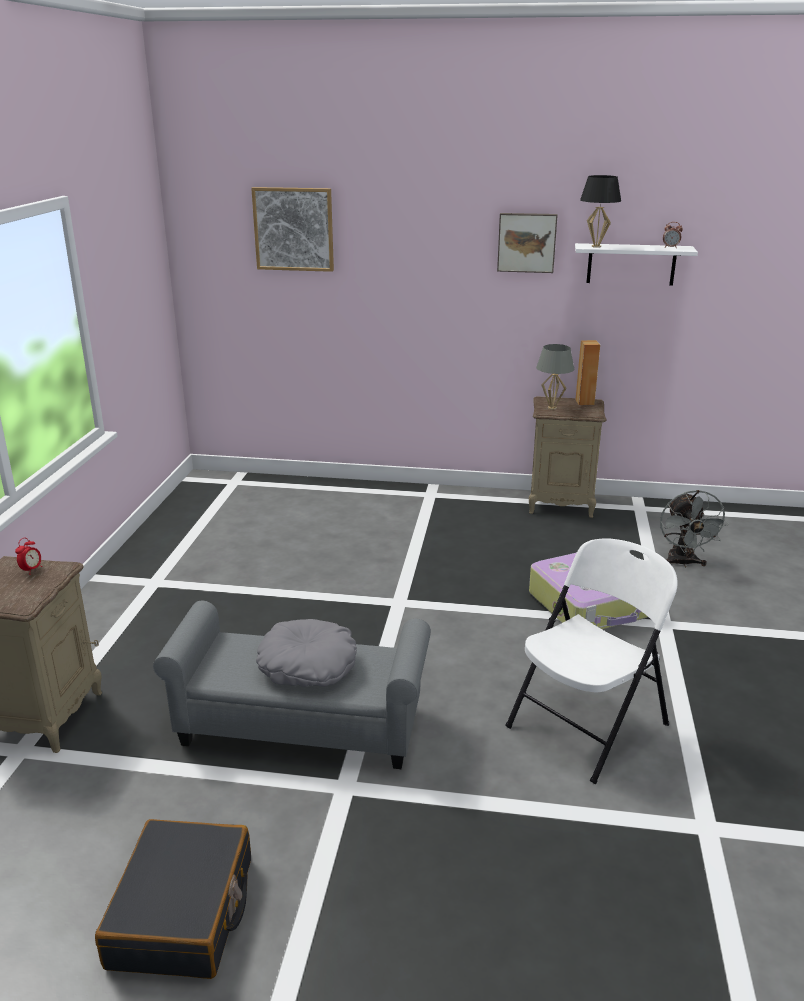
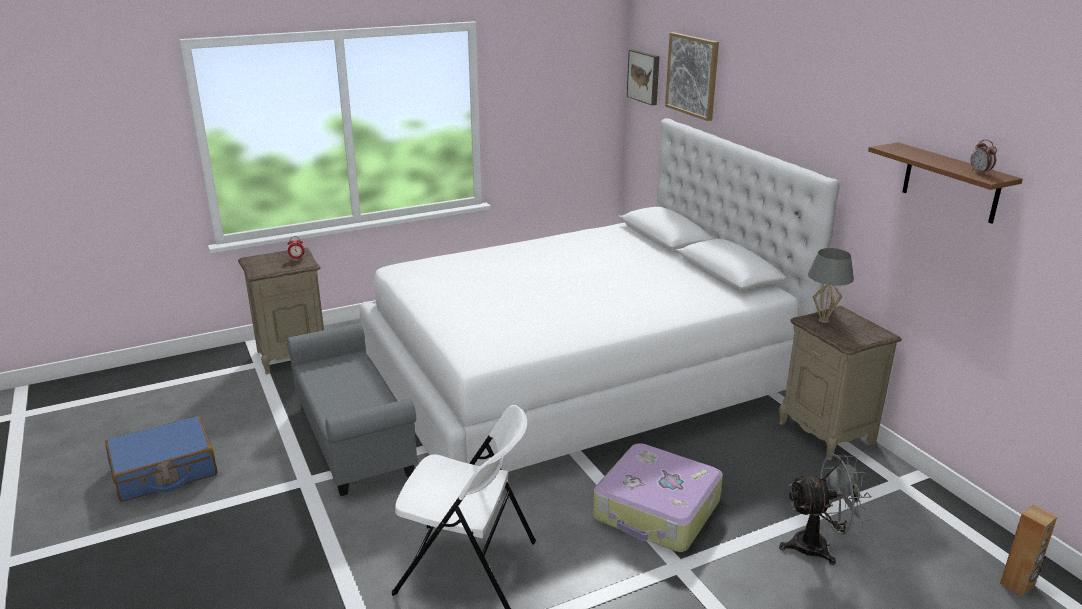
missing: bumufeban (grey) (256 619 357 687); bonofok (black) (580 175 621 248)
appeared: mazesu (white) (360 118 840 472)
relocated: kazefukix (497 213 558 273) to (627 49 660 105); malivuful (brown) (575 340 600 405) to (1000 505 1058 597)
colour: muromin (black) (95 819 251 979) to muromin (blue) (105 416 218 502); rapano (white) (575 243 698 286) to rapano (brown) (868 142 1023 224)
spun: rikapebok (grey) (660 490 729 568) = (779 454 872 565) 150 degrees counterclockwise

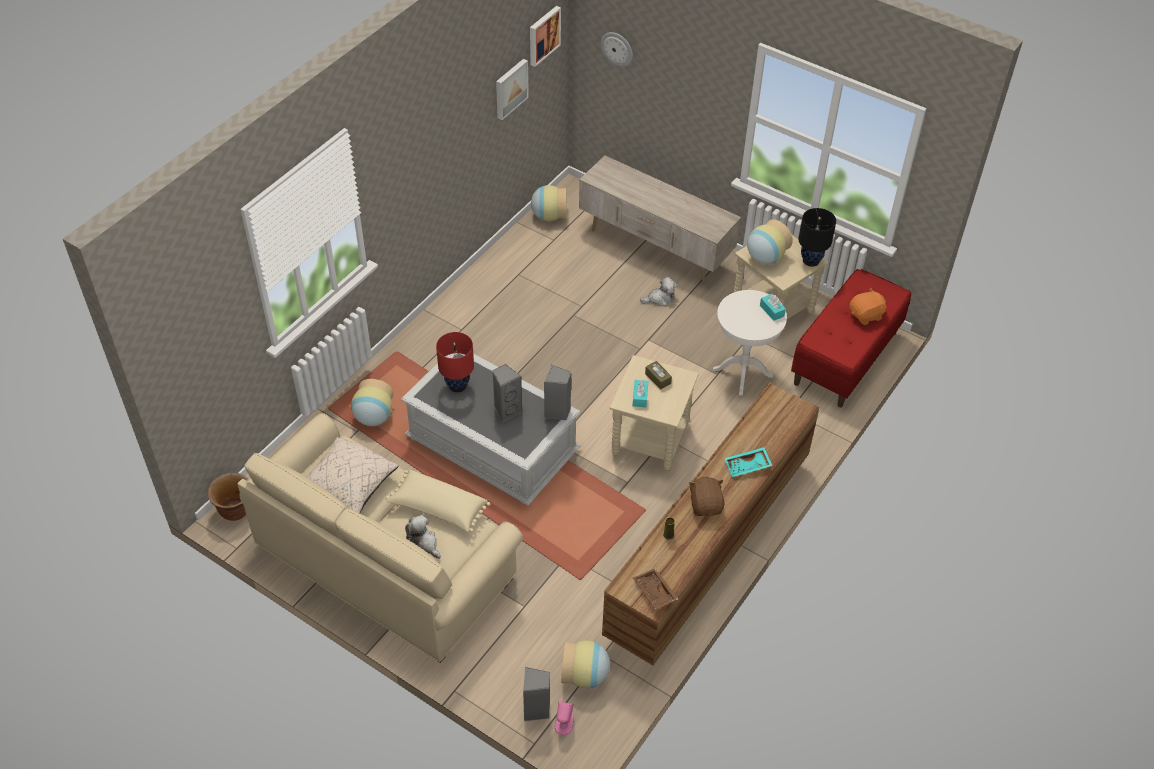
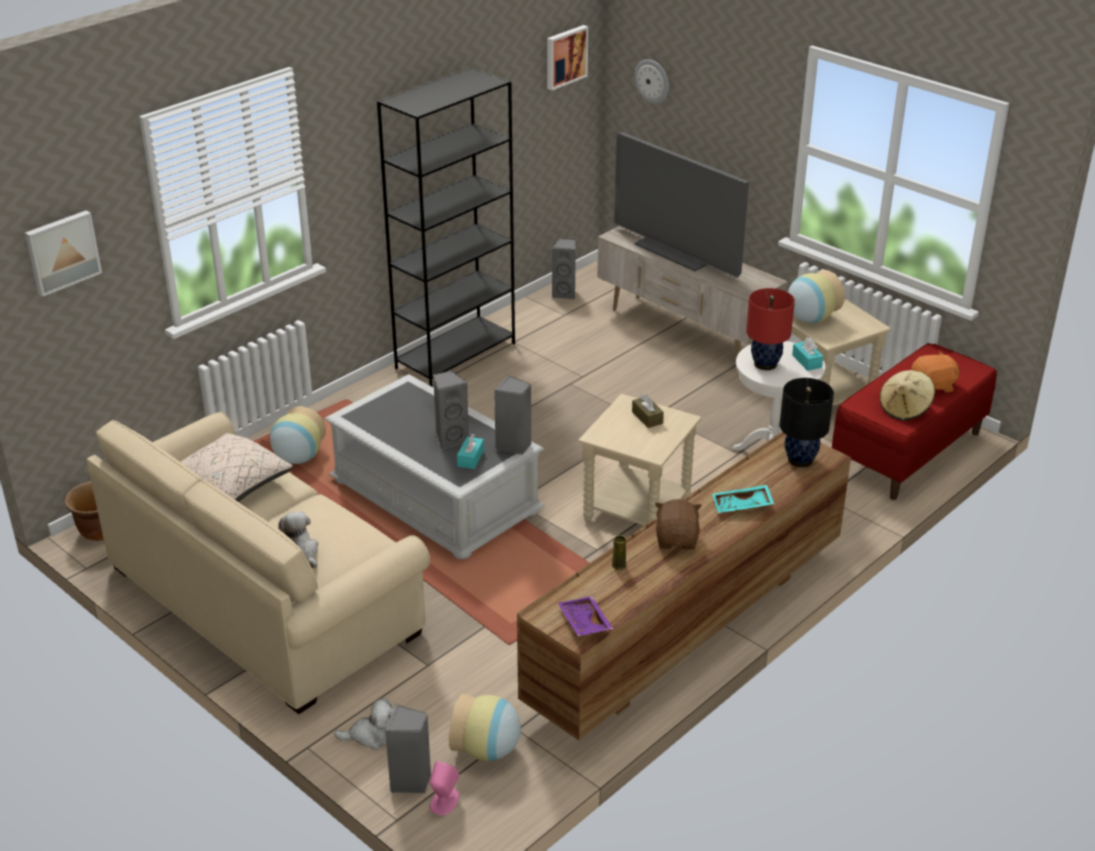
missing: bumufeban (beige) (386 470 491 532)
appeared: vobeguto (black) (377 67 515 387); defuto (614 132 749 278); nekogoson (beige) (880 370 935 421)
relocated: bonofok (red) (436 332 474 392) to (746 288 795 370); kazefukix (496 59 529 120) to (25 210 102 297); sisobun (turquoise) (633 380 648 407) to (457 434 484 469); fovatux (640 277 677 307) to (334 698 394 750); bonofok (black) (798 208 836 267) to (780 378 834 467)
exchanged: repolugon (531 185 567 221) to malivuful (grey) (552 238 576 299)
colour: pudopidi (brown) (633 568 678 609) to pudopidi (purple) (558 596 613 636)

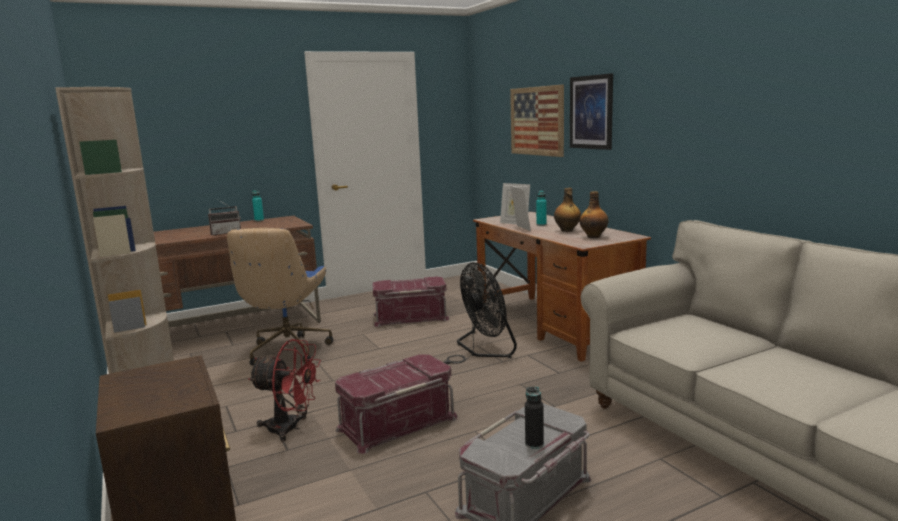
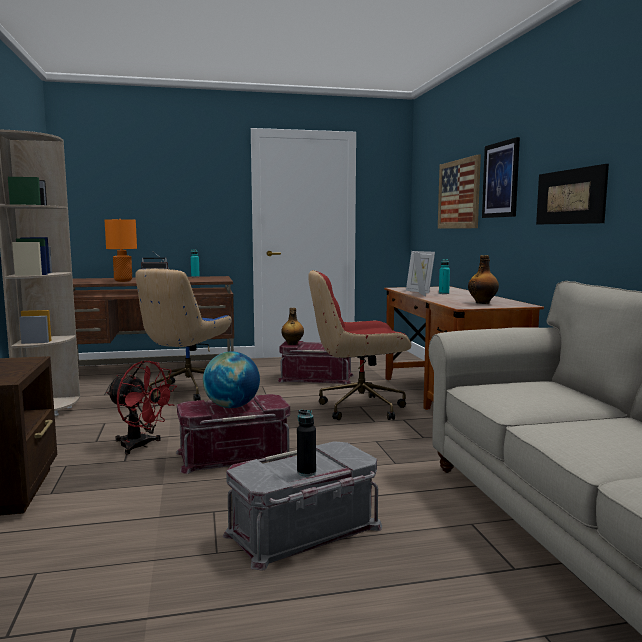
appeared: bonofok (orange) (105 219 137 282); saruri (203 351 260 408); kazefukix (536 164 609 224)
relocated: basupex (554 188 581 232) to (281 308 304 345)
exchanged: rikapebok (black) (444 262 517 364) to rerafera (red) (308 270 411 420)

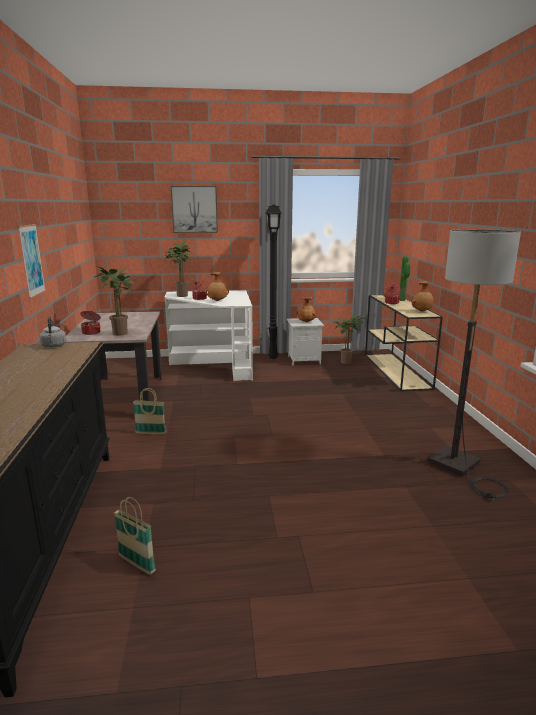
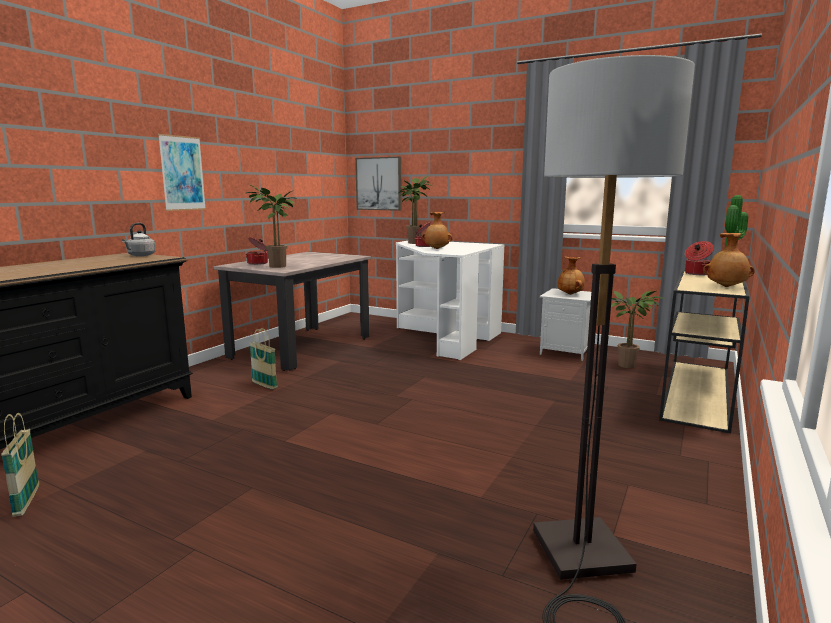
missing: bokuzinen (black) (265 205 282 359)
relocated: kazefukix (171 186 218 233) to (355 157 402 211)

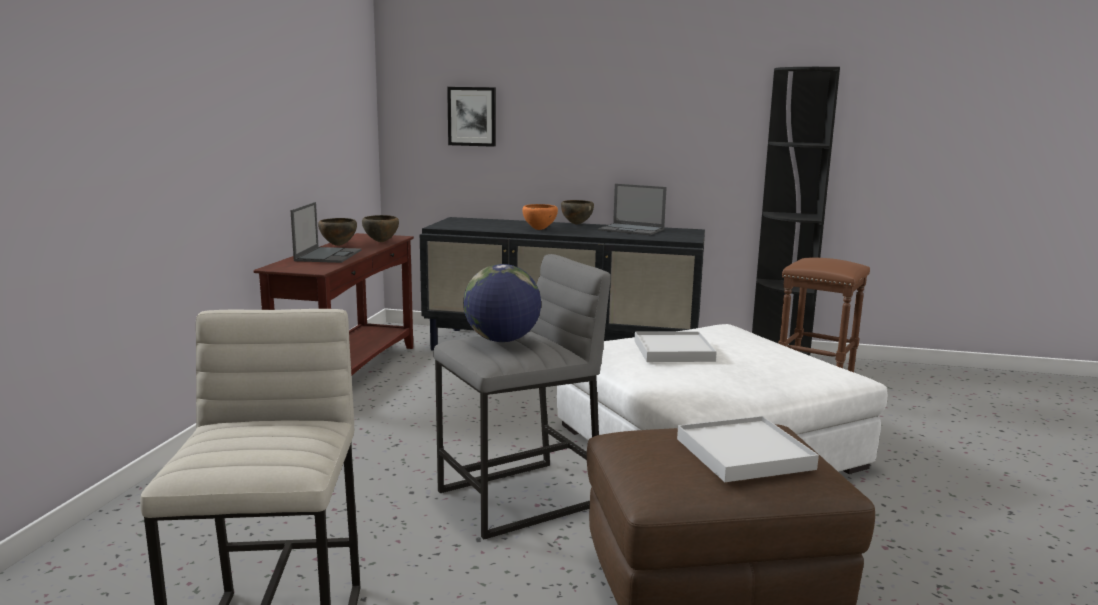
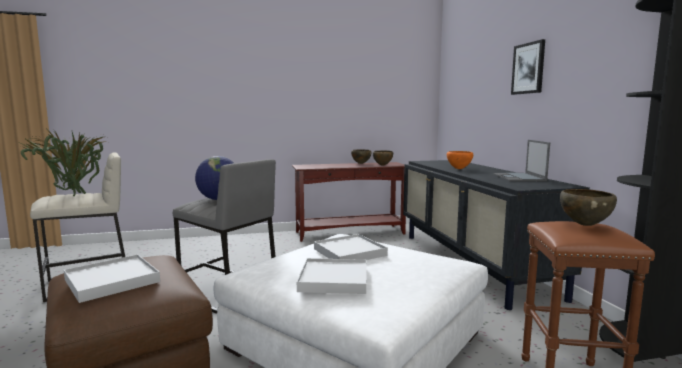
missing: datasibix (290 202 361 263)
appeared: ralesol (21 128 105 196); pudopidi (white) (297 258 367 294)
relocated: kazefukix (447 87 496 147) to (511 39 545 95); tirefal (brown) (561 200 594 224) to (560 189 617 226)

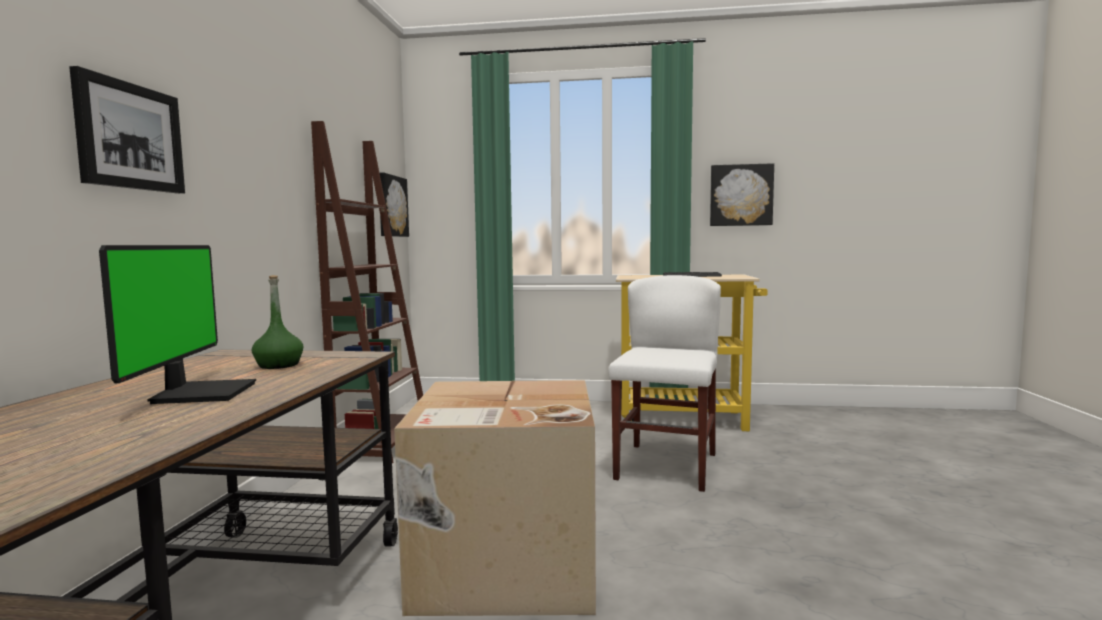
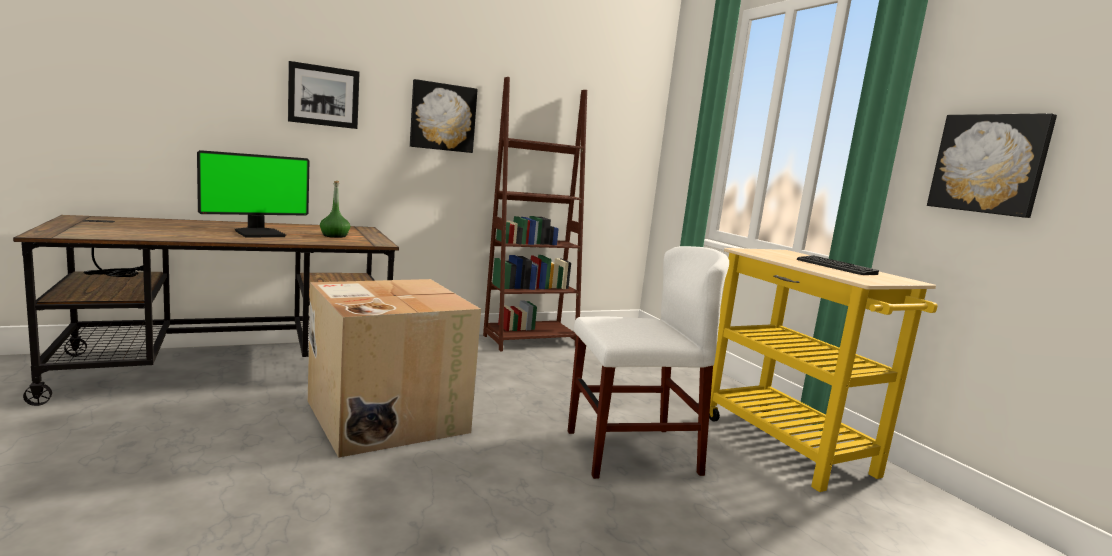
relocated: kazefukix (380 172 409 237) to (410 79 478 153)

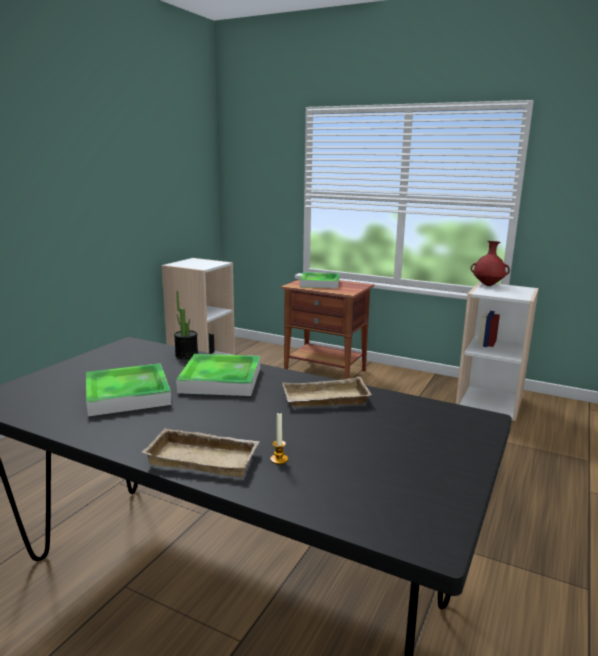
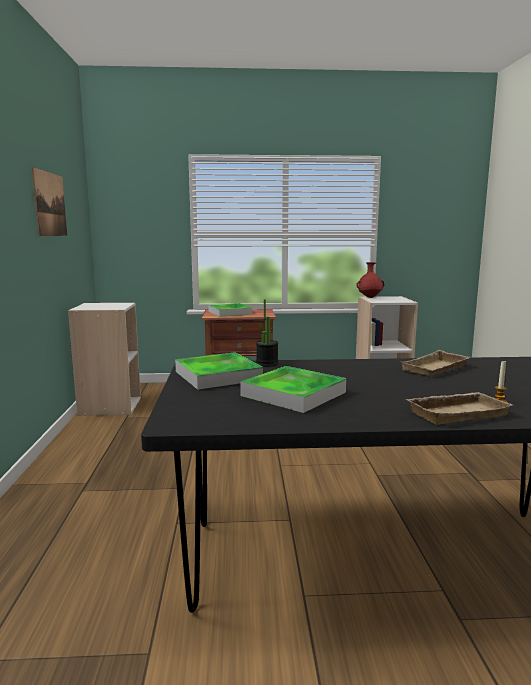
appeared: kazefukix (32 167 67 236)
relocated: pudopidi (176 354 260 396) to (175 352 263 390)

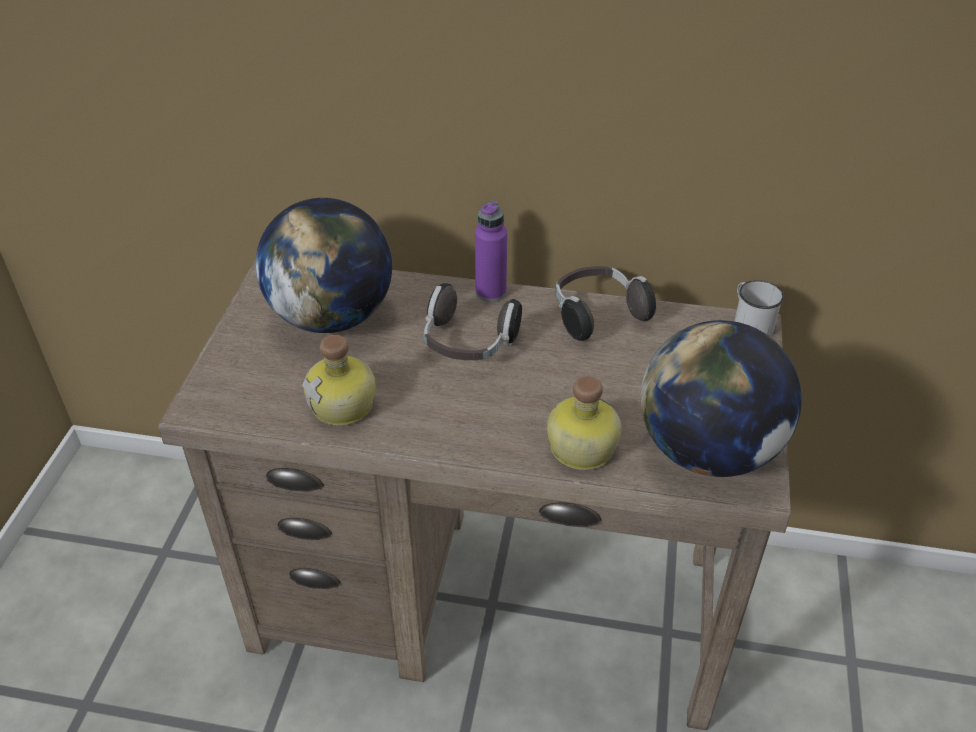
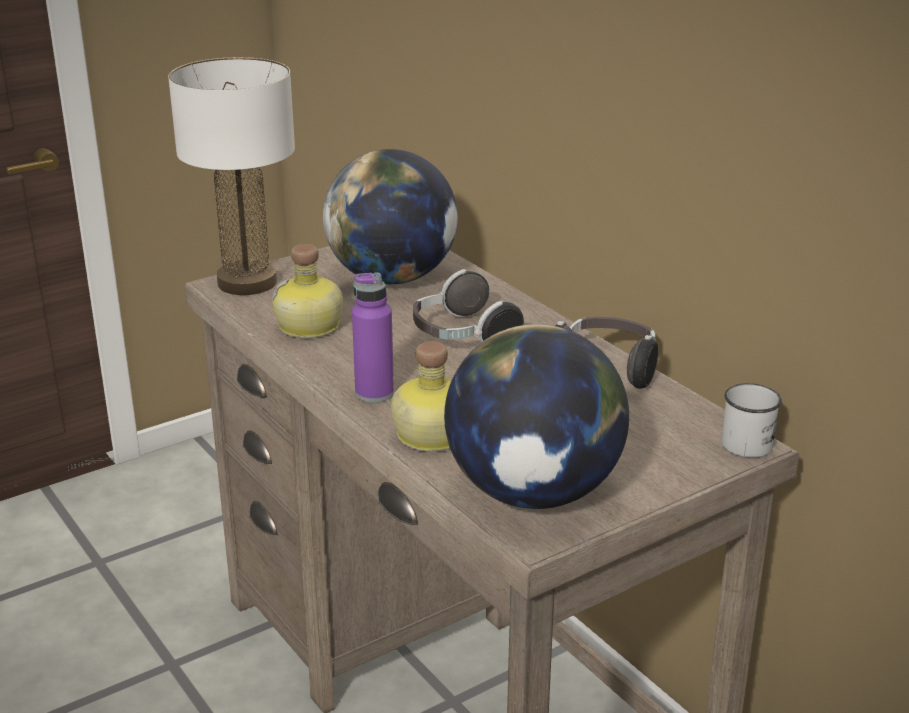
appeared: bonofok (168 57 295 295)
relocated: basupex (purple) (475 201 507 302) to (352 272 394 403)

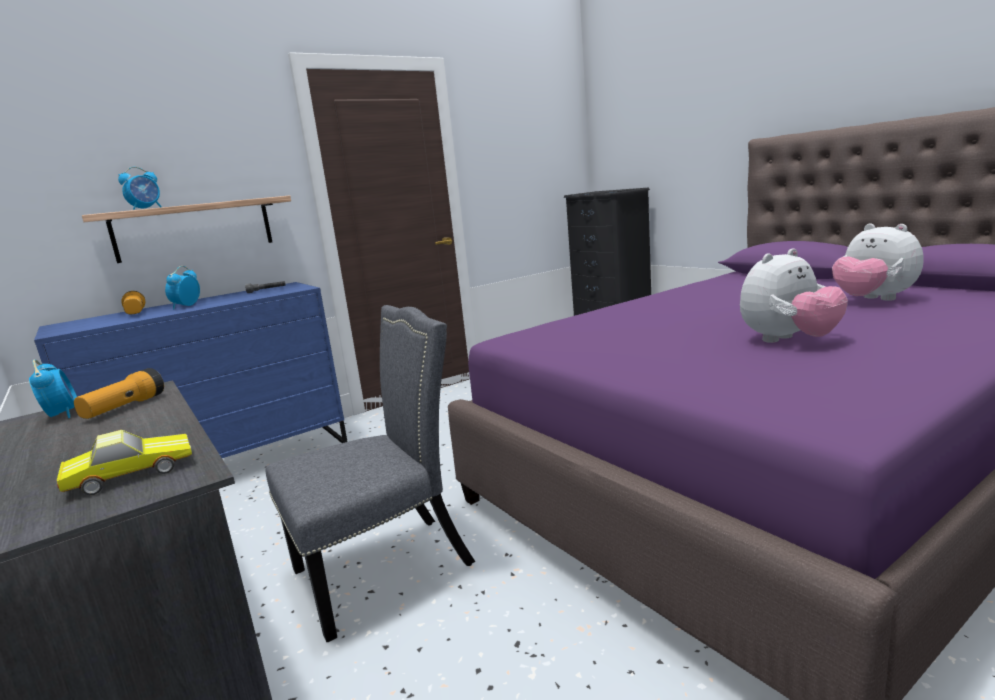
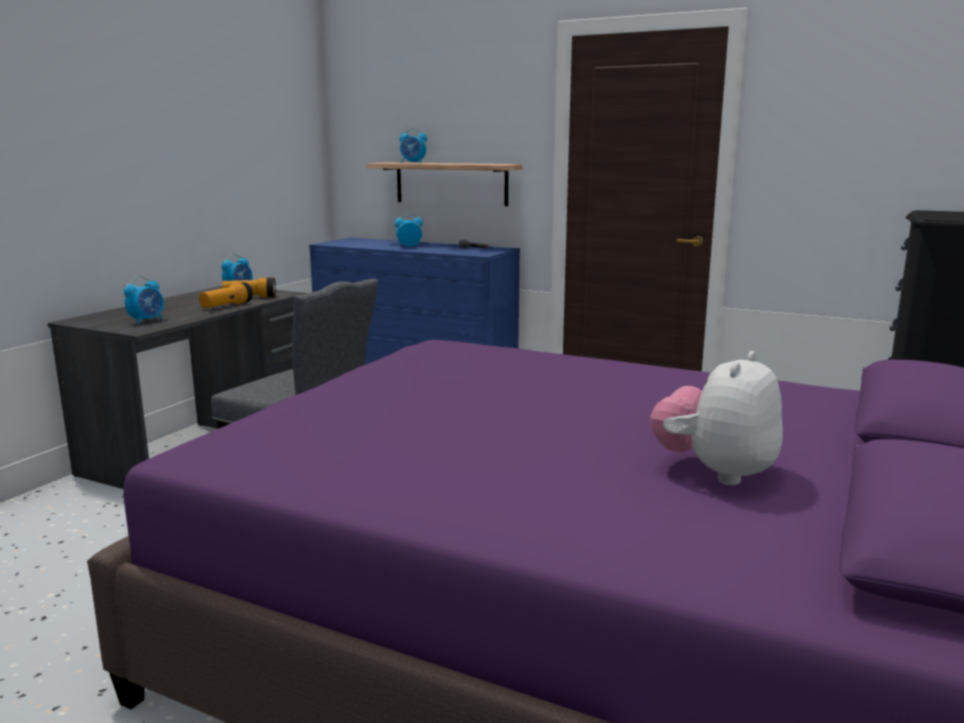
missing: fovatux (740 248 848 343)
relocated: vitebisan (121 291 145 314) to (199 282 253 308)
exchanged: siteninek (57 430 192 495) to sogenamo (124 276 164 324)

